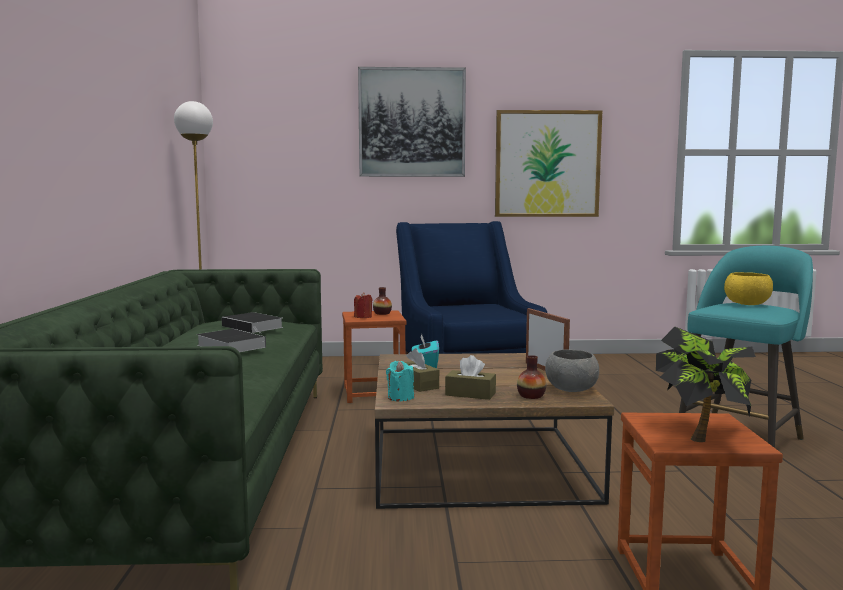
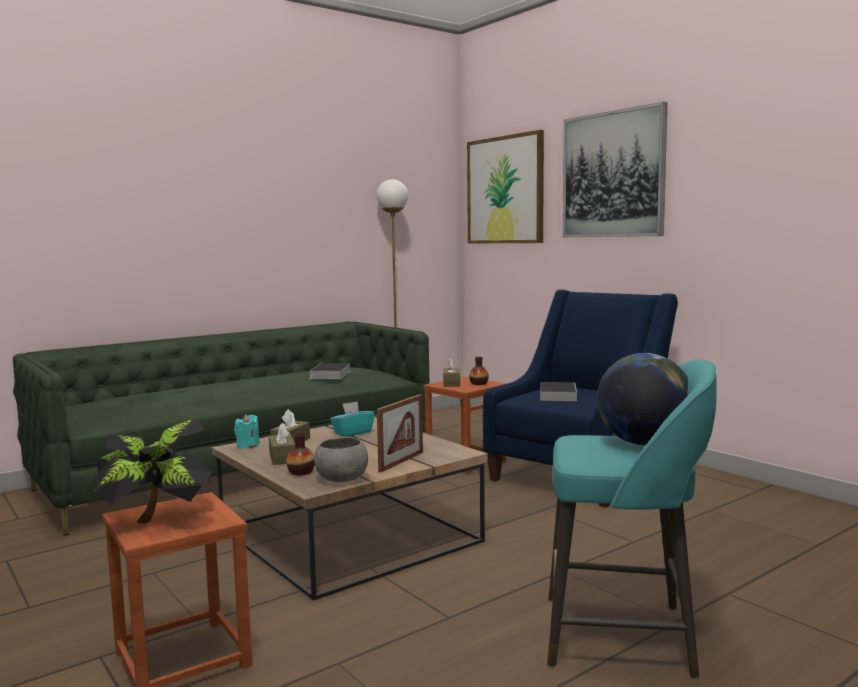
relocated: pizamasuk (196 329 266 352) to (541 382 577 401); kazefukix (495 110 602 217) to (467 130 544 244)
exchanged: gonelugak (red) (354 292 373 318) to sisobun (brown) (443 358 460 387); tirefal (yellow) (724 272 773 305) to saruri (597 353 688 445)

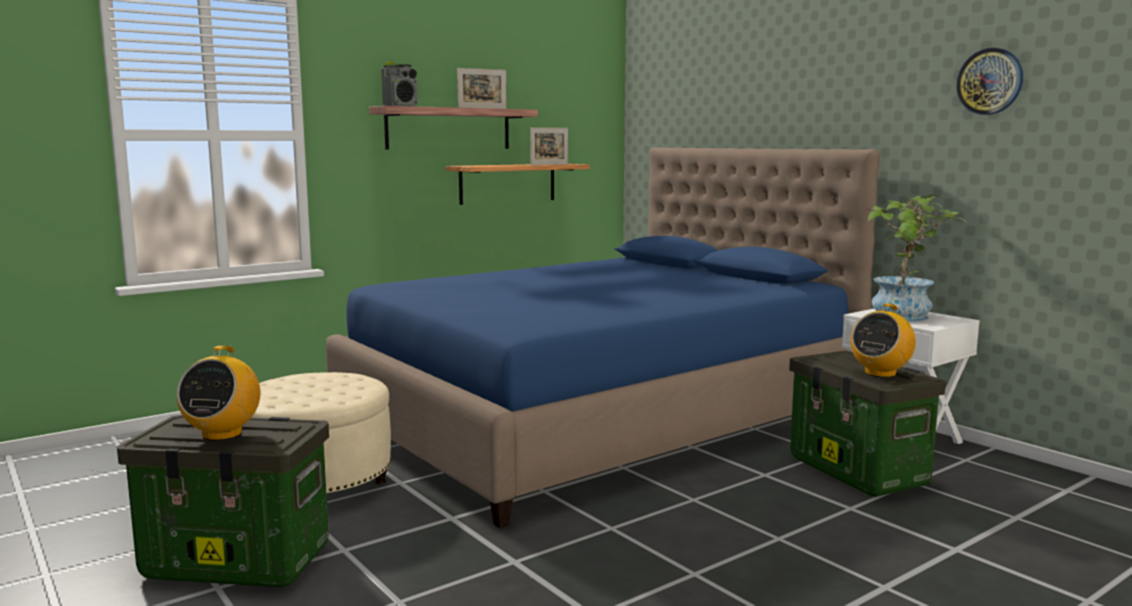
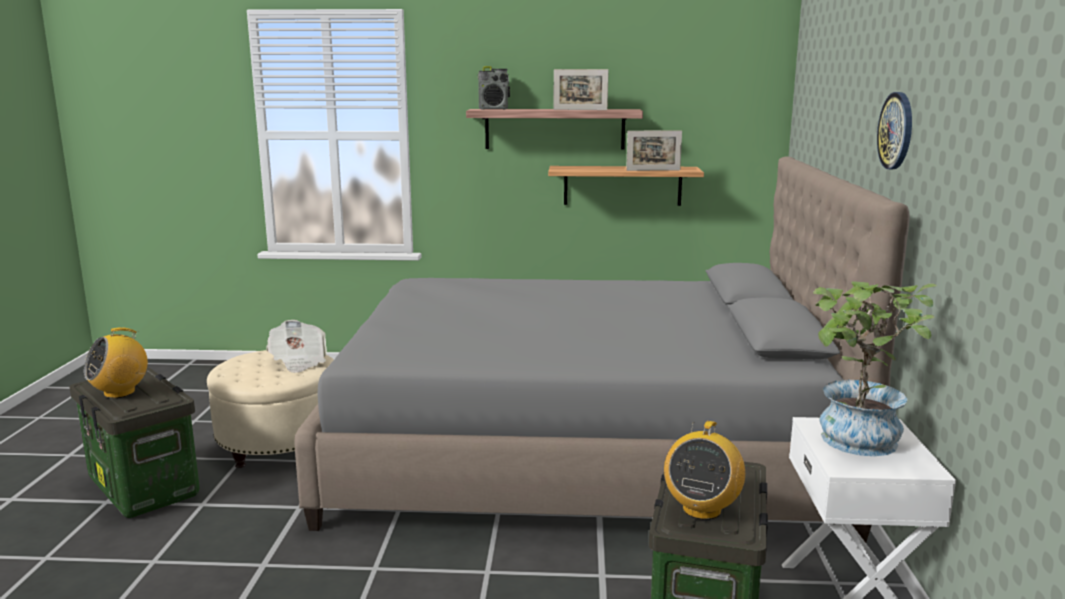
appeared: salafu (266 320 327 373)
relocated: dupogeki (956 48 1023 115) to (877 92 912 169)
colour: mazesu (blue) (326 147 880 528) to mazesu (grey) (294 156 910 543)
spun: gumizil (850 303 916 378) = (664 421 745 520) 60 degrees counterclockwise

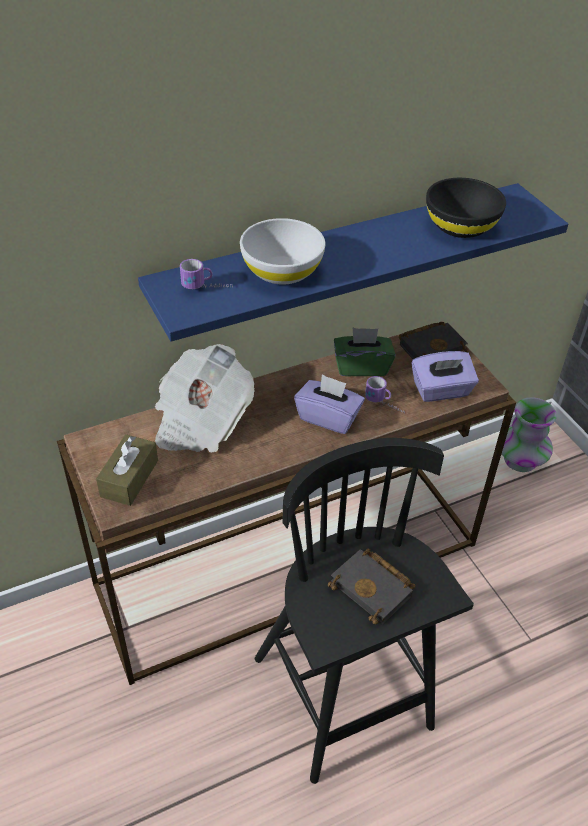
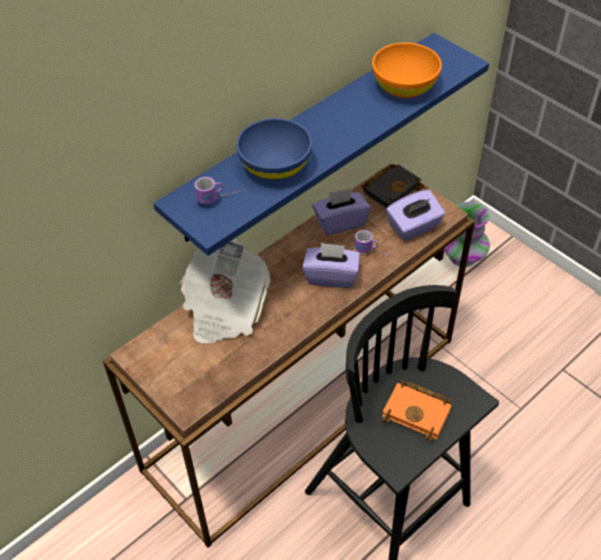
missing: sisobun (brown) (96 434 158 506)
colour: tirefal (white) (240 218 325 285) to tirefal (blue) (236 118 312 181); pizamasuk (black) (328 549 415 625) to pizamasuk (orange) (382 380 451 442); sisobun (green) (334 328 396 376) to sisobun (purple) (312 188 371 235); tirefal (black) (426 178 506 238) to tirefal (orange) (372 42 442 98)

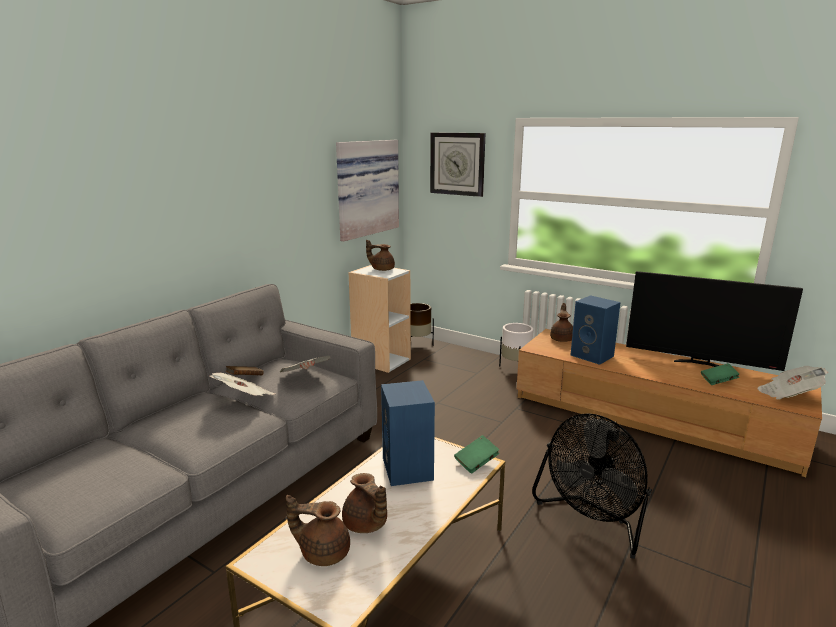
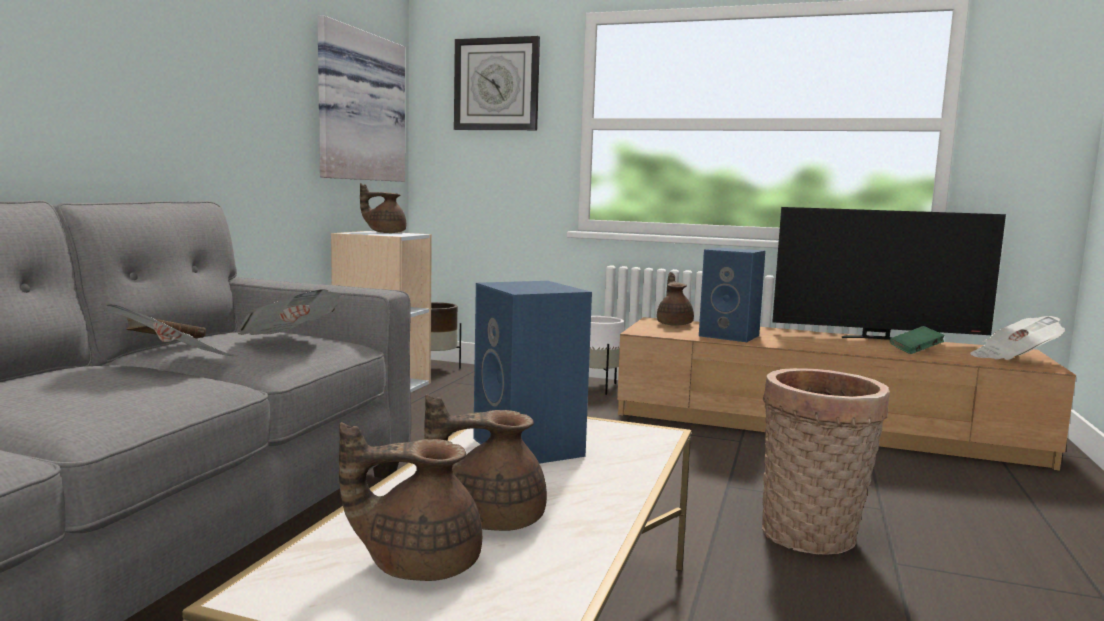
missing: pizamasuk (green) (454 435 499 474)
exchanged: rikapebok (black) (532 414 652 559) to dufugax (762 368 890 554)
spun: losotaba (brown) (342 473 387 533) = (424 394 547 531) 135 degrees clockwise

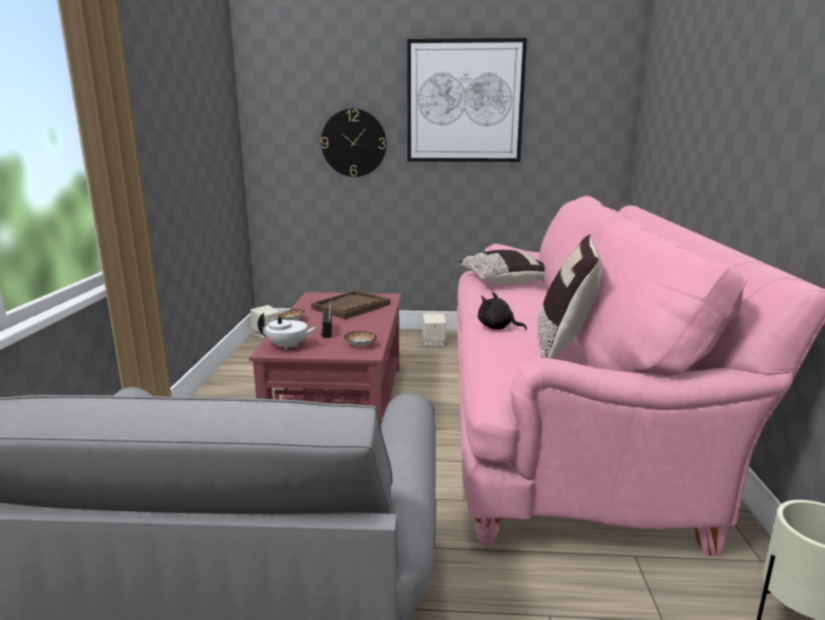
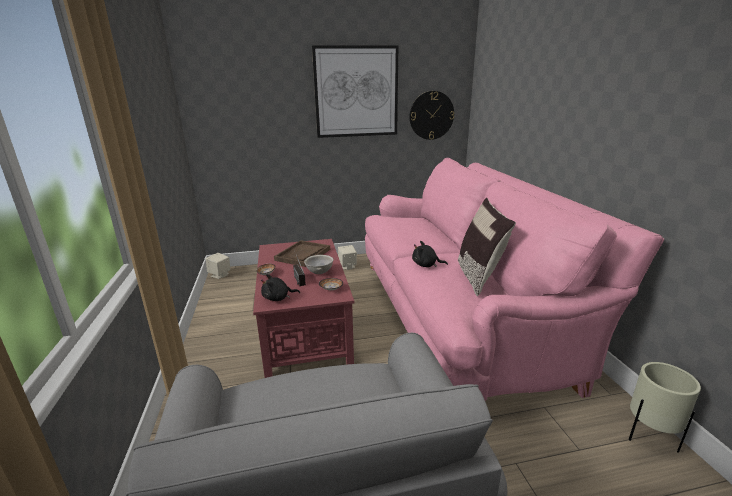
missing: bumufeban (459 250 545 284)
appeared: tirefal (grey) (304 255 334 274)
relocated: dupogeki (321 109 387 177) to (410 91 454 140)
exchanged: losotaba (white) (258 313 318 351) to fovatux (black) (261 274 300 301)

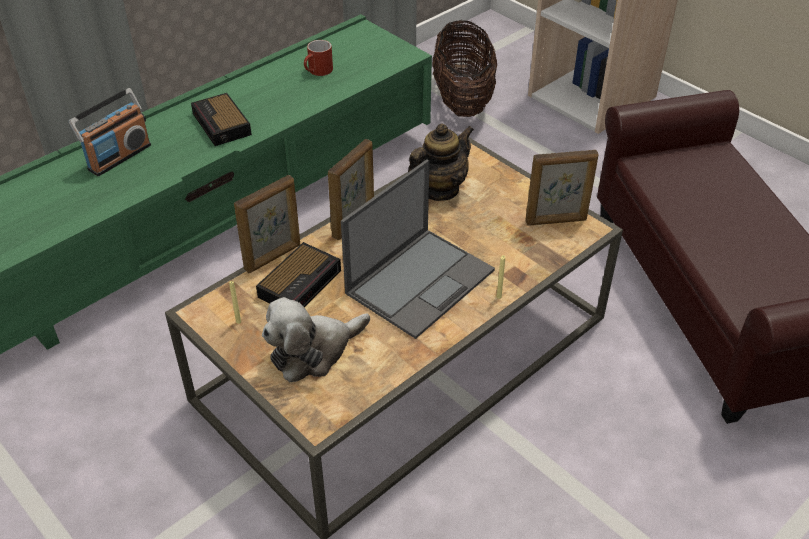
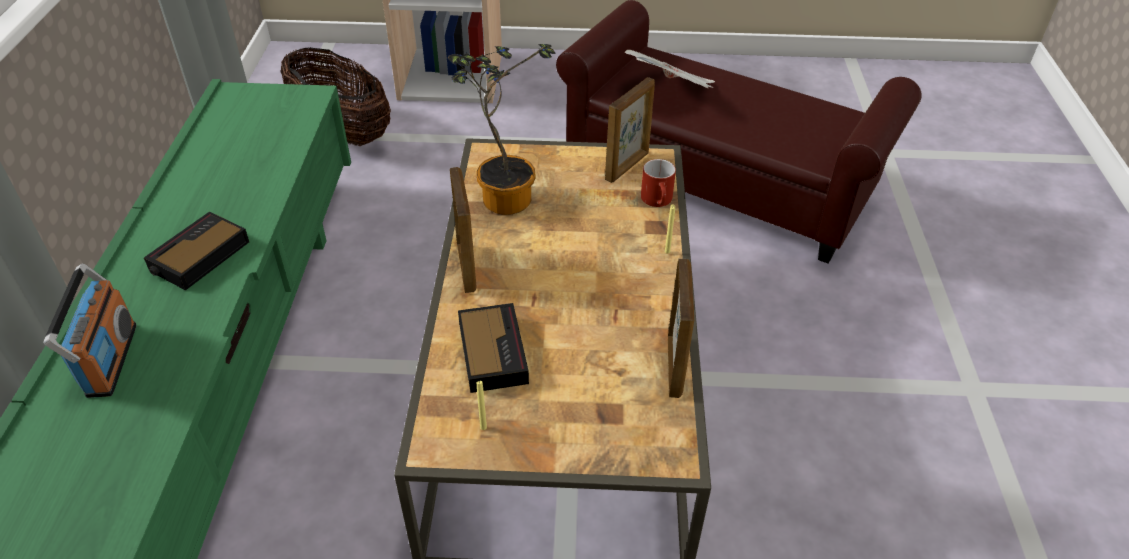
missing: fovatux (262 297 370 382); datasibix (341 159 495 339)
appeared: salafu (625 50 715 89)
relocated: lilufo (234 175 300 273) to (668 259 694 398); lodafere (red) (304 40 333 76) to (641 159 676 207)
exchanged: losotaba (408 123 474 201) to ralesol (448 44 555 215)
spun: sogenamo (191 93 252 146) = (144 211 249 291) 105 degrees clockwise

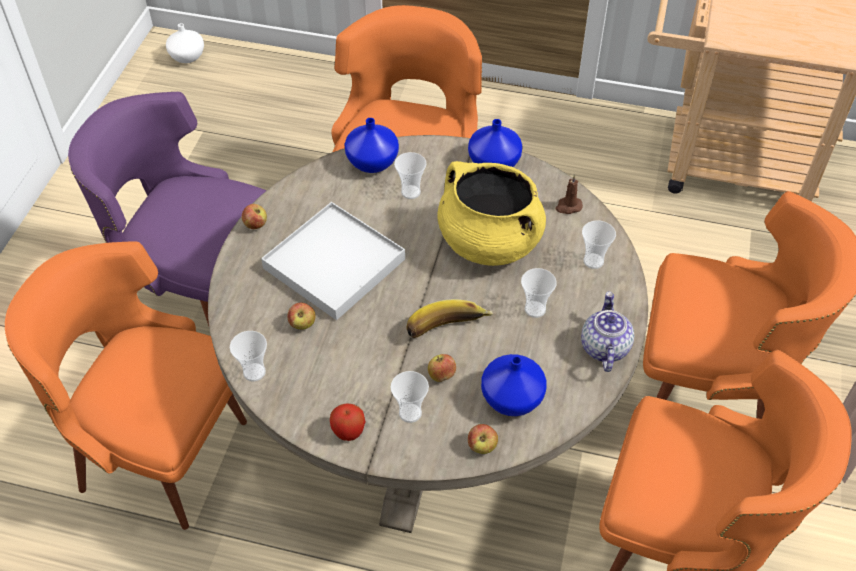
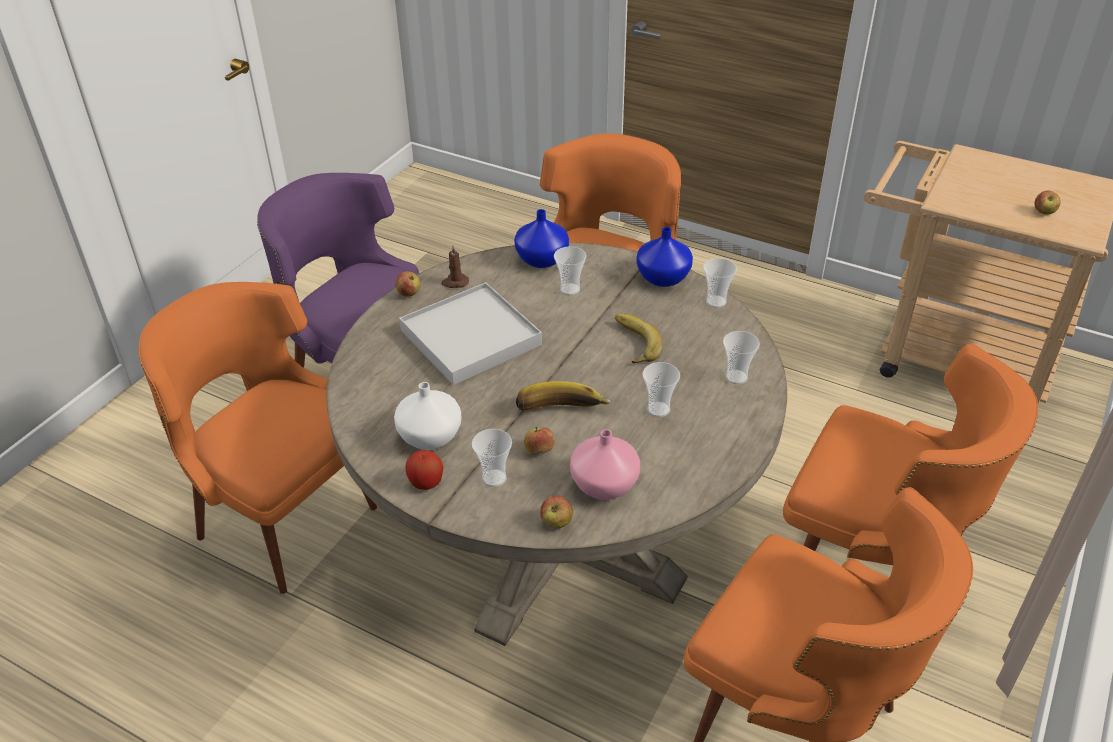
missing: losotaba (581 291 634 372)
relocated: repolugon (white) (166 23 204 63) to (394 382 462 450); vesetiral (230 331 267 381) to (703 258 737 308); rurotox (288 302 316 330) to (1034 191 1061 215); gonelugak (brown) (555 174 583 214) to (441 246 469 288)
exchanged: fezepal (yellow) (437 161 546 266) to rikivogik (615 314 663 364)
colour: repolugon (blue) (481 354 547 416) to repolugon (pink) (570 429 640 500)

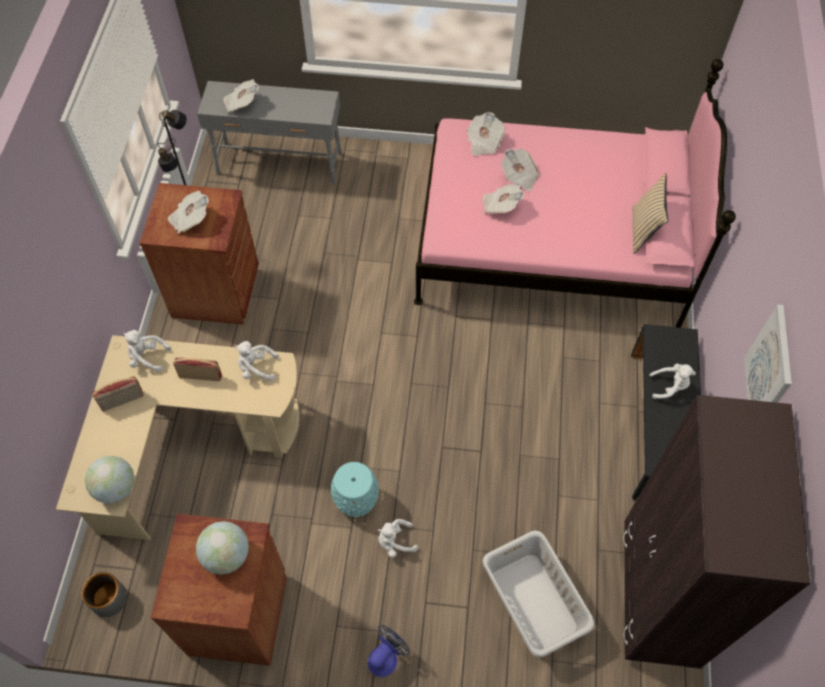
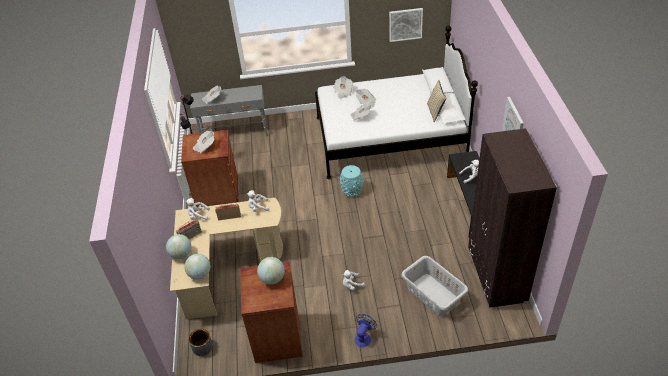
appeared: saruri (166 234 192 259); kazefukix (389 8 423 42)
relocated: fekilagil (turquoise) (331 462 379 517) to (340 165 363 197)
colour: mazesu (pink) (414 59 736 328) to mazesu (white) (315 26 478 179)

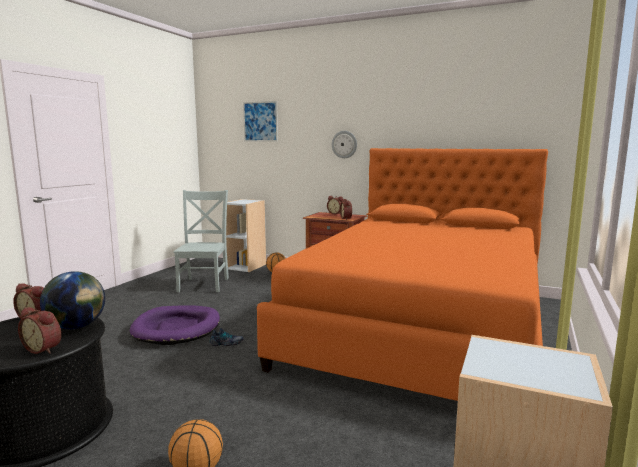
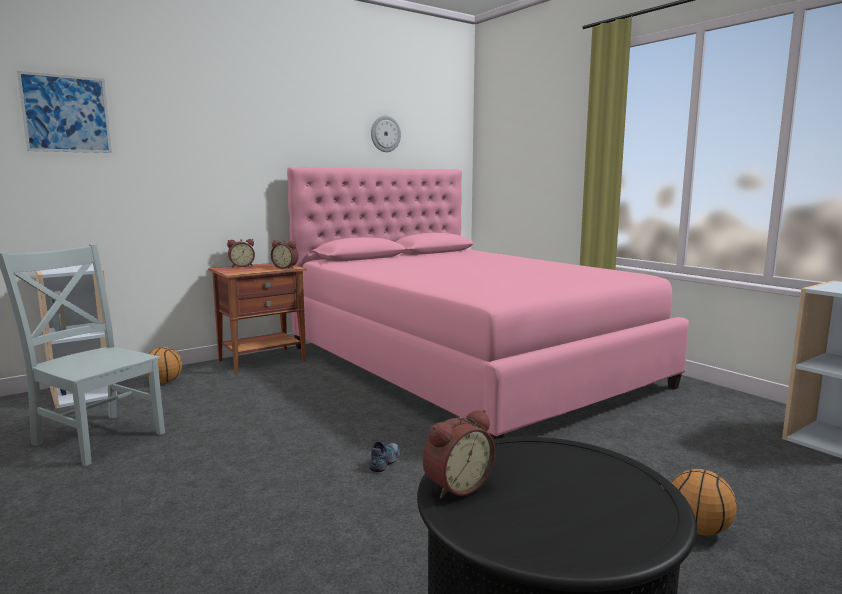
missing: sogenamo (18 307 61 354); saruri (40 271 105 329); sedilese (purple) (130 305 220 345)
relocated: dupogeki (332 131 357 158) to (371 116 401 152)
colour: mazesu (orange) (257 148 548 401) to mazesu (pink) (287 167 689 439)

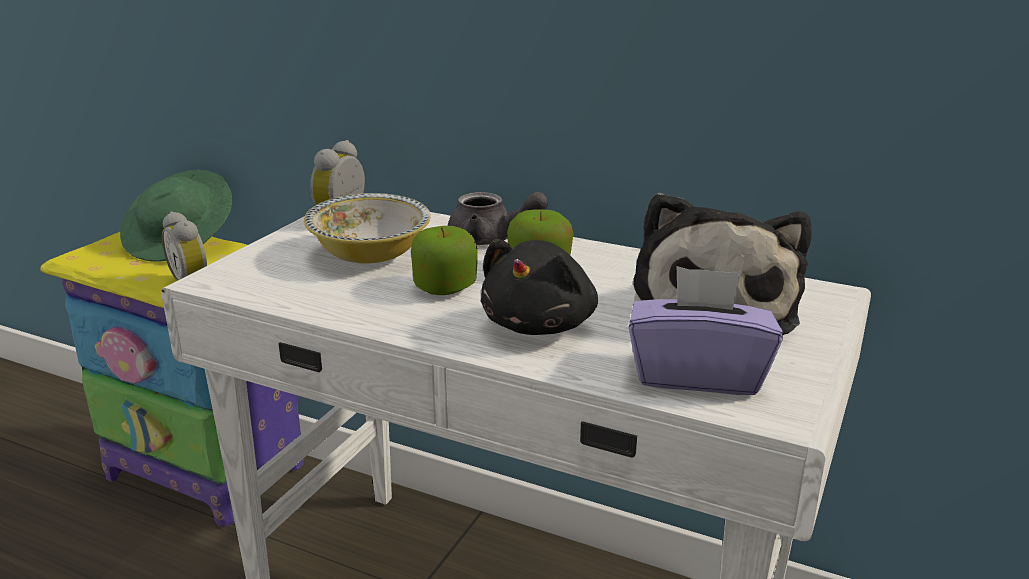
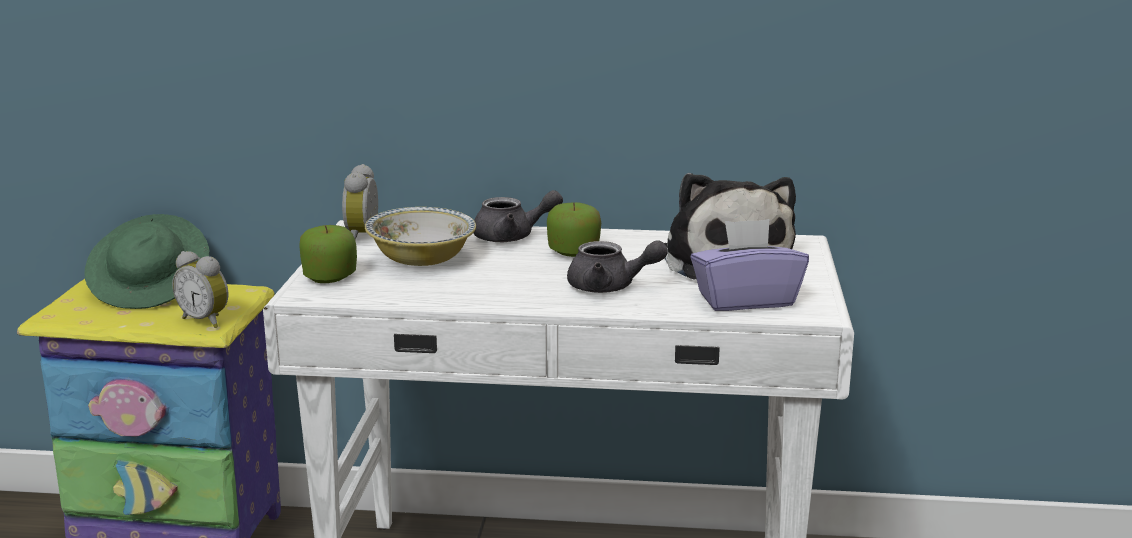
relocated: rurotox (411 226 478 295) to (299 225 357 283)
exchanged: fovatux (black) (481 239 598 335) to losotaba (grey) (567 240 668 293)

